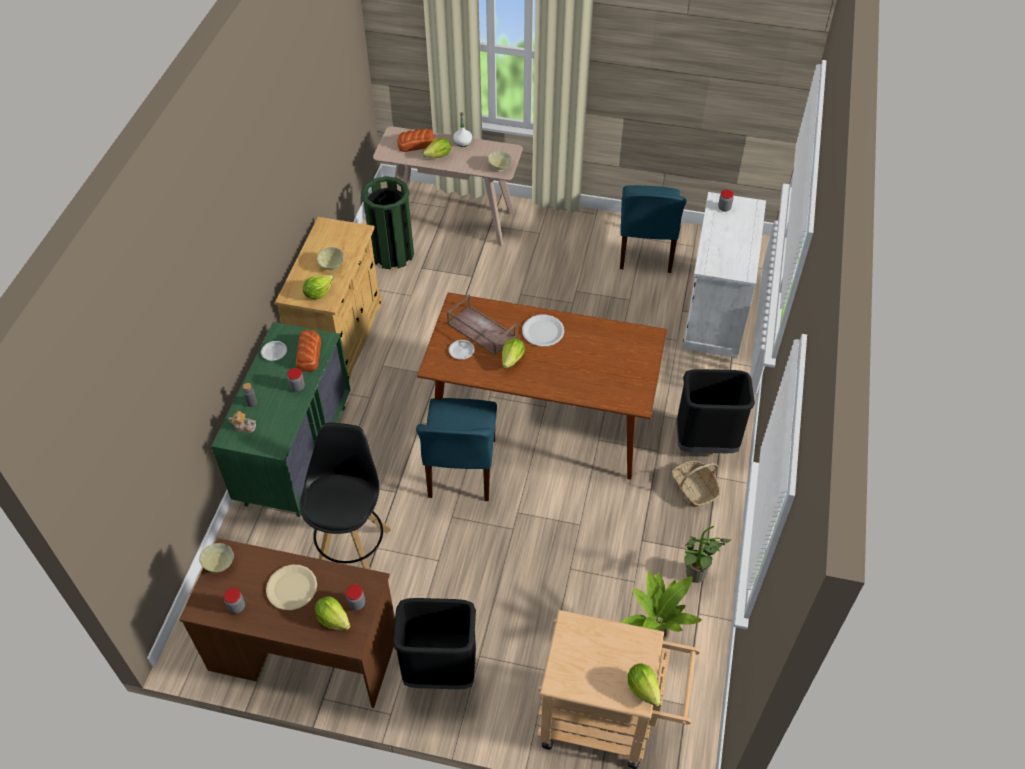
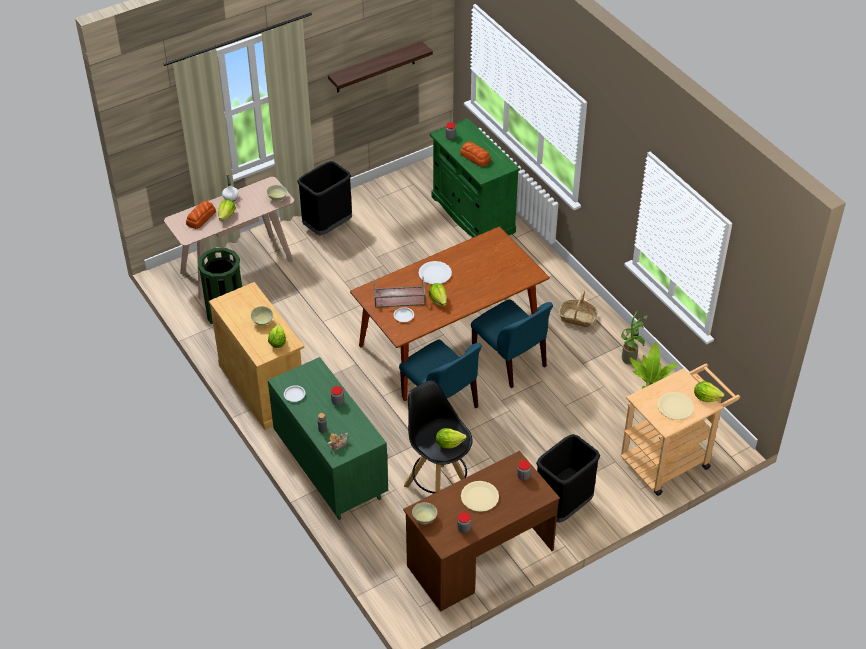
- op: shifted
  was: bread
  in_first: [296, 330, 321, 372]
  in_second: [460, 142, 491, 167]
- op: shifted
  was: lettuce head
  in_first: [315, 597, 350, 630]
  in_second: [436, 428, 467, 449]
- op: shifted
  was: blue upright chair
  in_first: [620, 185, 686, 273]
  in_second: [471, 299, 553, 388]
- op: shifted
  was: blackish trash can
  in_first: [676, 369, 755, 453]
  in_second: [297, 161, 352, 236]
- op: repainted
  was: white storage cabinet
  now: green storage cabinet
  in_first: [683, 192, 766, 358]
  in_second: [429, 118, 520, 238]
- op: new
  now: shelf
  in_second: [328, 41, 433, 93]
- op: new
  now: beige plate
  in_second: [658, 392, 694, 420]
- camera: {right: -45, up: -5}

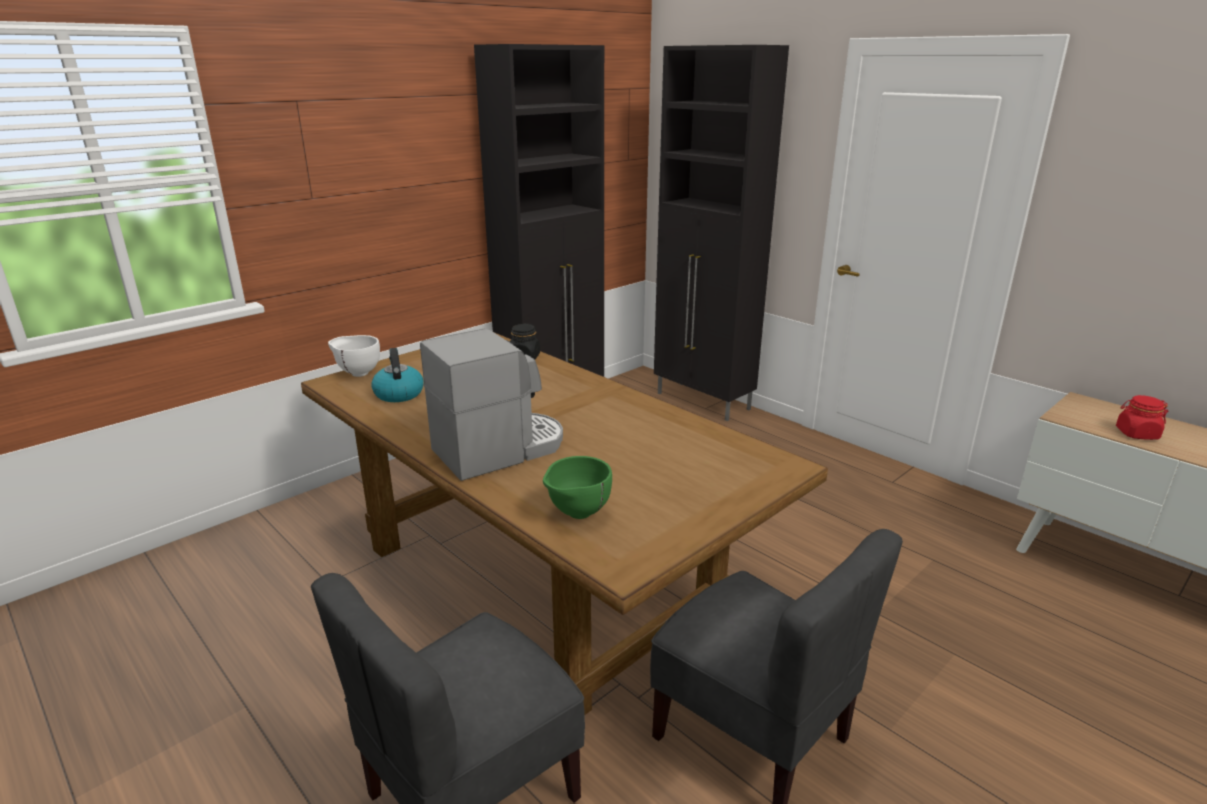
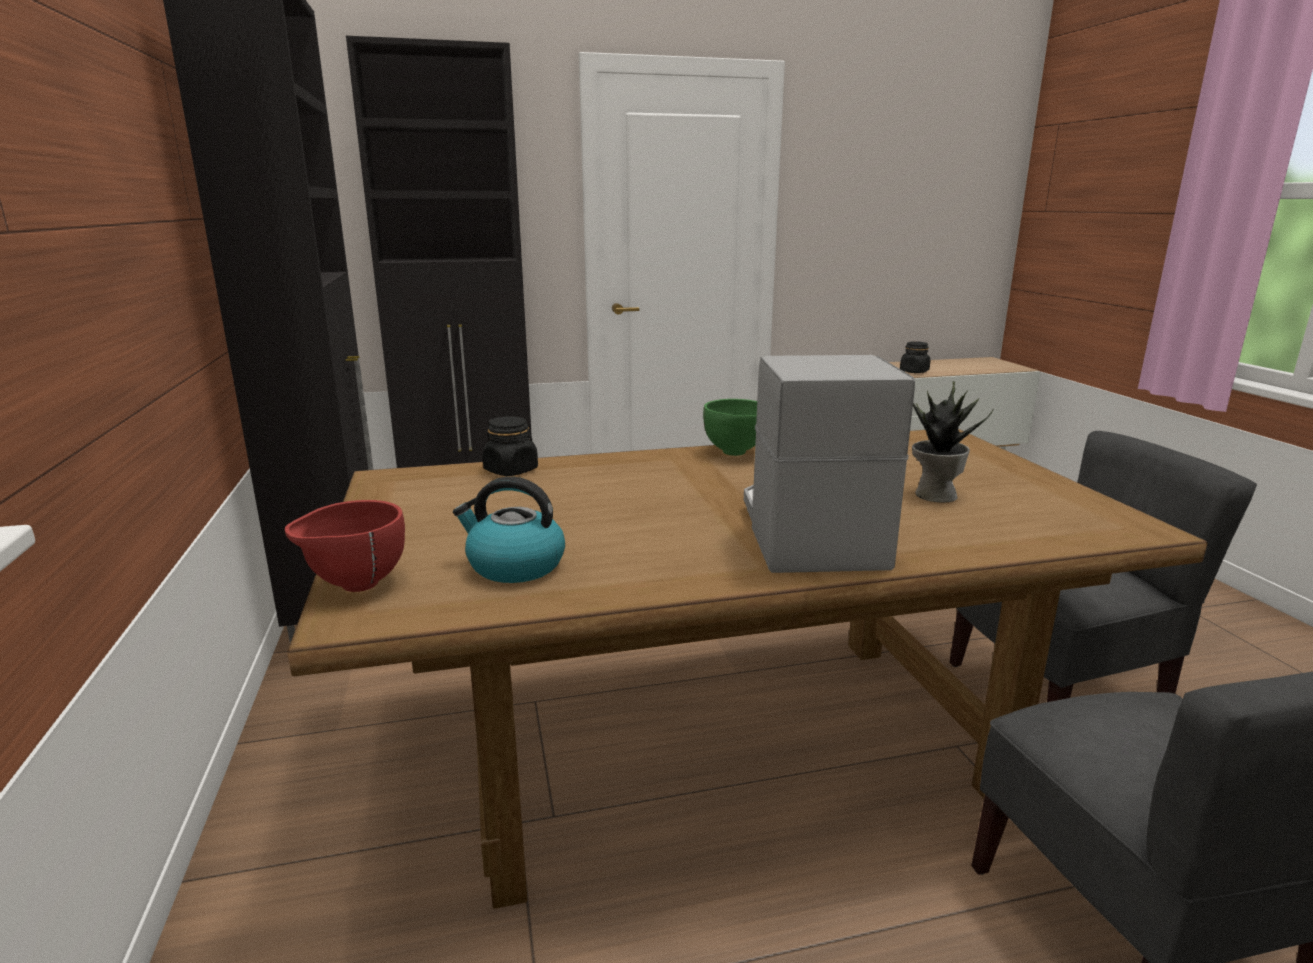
- op: repainted
  was: white bowl
  now: red-coloured bowl
  in_first: [328, 335, 380, 377]
  in_second: [285, 500, 405, 592]
- op: shifted
  was: green bowl
  in_first: [543, 456, 612, 519]
  in_second: [703, 399, 757, 456]
- op: repainted
  was: red-coloured preserve jar
  now: blackish preserve jar
  in_first: [1116, 395, 1168, 440]
  in_second: [900, 341, 931, 373]
- op: new
  now: potted plant
  in_second: [912, 381, 994, 503]
- camera: {right: -60, up: -5}

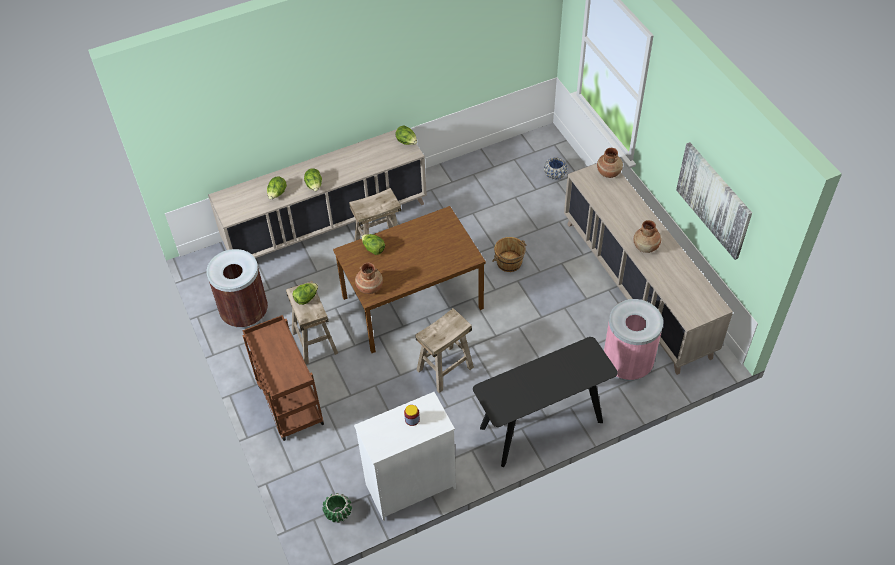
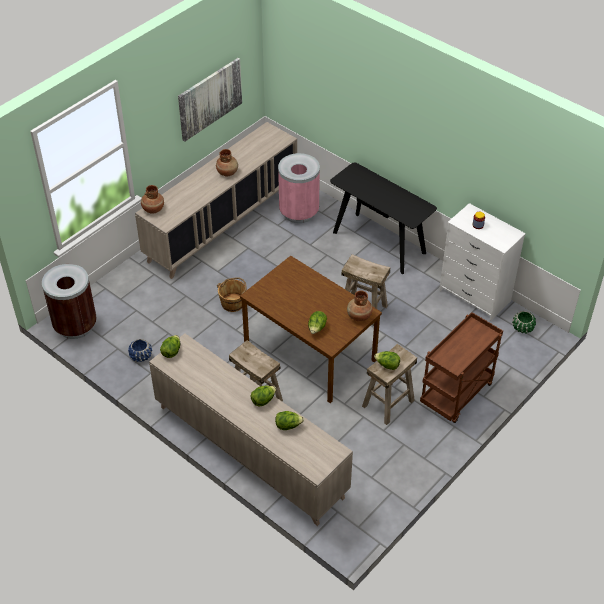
- op: shifted
  was: brown-coloured trash can
  in_first: [207, 249, 268, 329]
  in_second: [42, 264, 97, 339]
- op: shifted
  was: blue plant pot
  in_first: [544, 157, 567, 180]
  in_second: [128, 339, 152, 362]
- camera: {right: -115, up: -5}

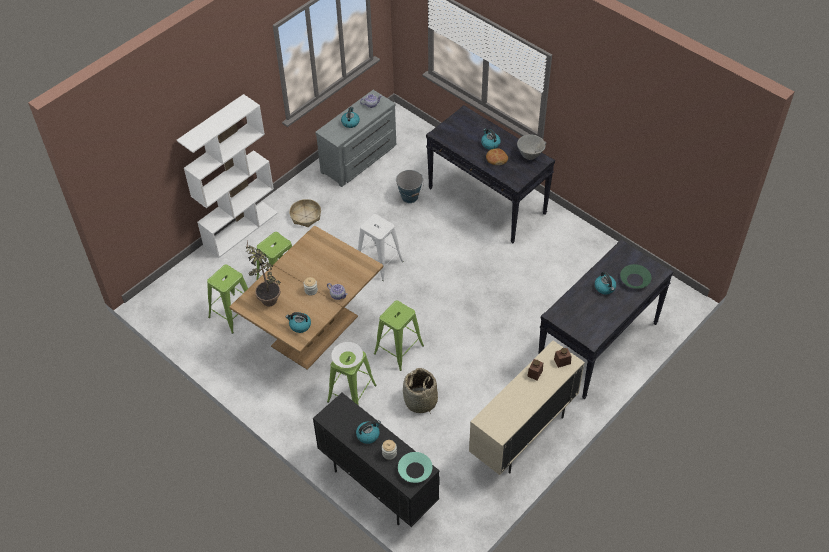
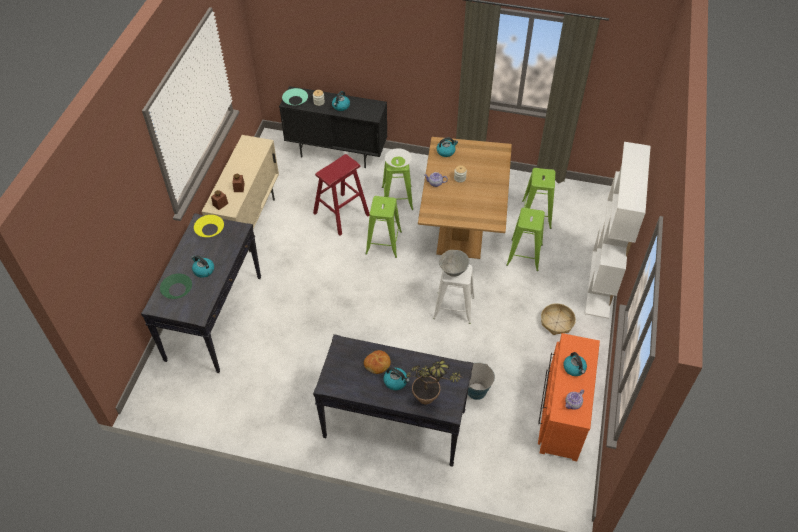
- op: shifted
  was: potted plant
  in_first: [246, 239, 281, 306]
  in_second: [406, 360, 461, 404]
- op: repainted
  was: grey chest of drawers
  now: orange chest of drawers
  in_first: [315, 90, 396, 187]
  in_second: [538, 333, 600, 461]
- op: swapped
  was: basket
  now: red-coloured sitting stool
  in_first: [403, 368, 438, 414]
  in_second: [313, 154, 370, 236]
- op: shifted
  was: grey bowl
  in_first: [517, 135, 546, 160]
  in_second: [439, 250, 470, 277]
- op: new
  now: yellow-coloured bowl
  in_second: [194, 215, 224, 237]
- camera: {right: 150, up: 0}

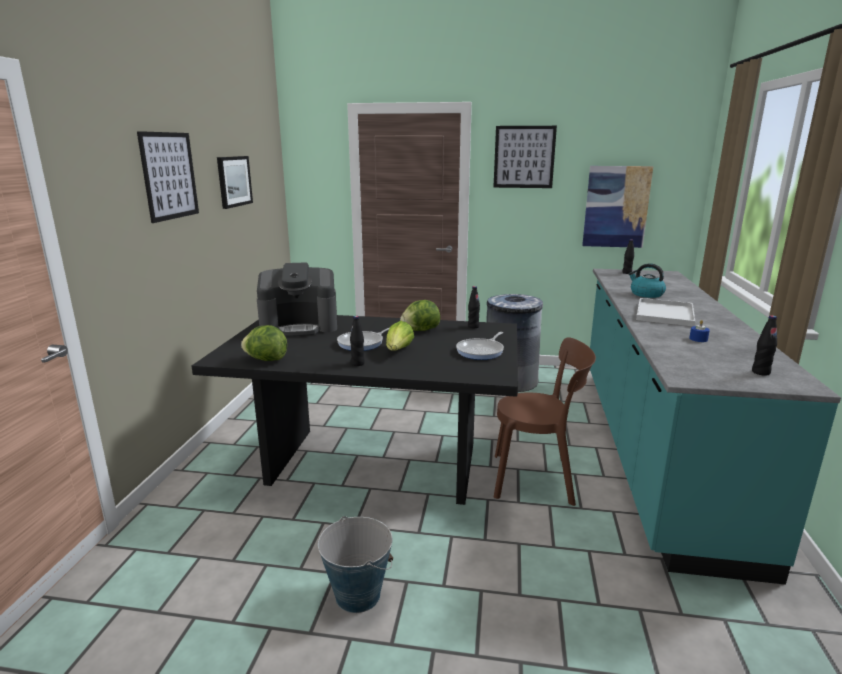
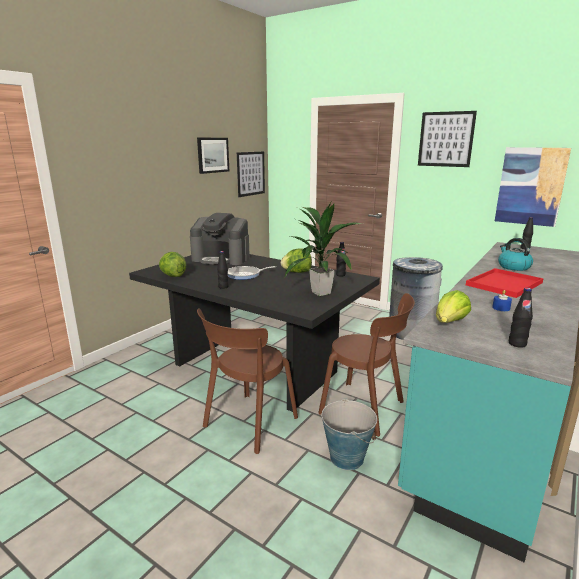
- op: shifted
  was: wall art
  in_first: [137, 131, 199, 223]
  in_second: [237, 152, 265, 197]
- op: shifted
  was: bucket
  in_first: [318, 516, 393, 613]
  in_second: [322, 398, 377, 470]
- op: shifted
  was: lettuce head
  in_first: [386, 321, 414, 351]
  in_second: [436, 290, 471, 323]
- op: swapped
  was: frying pan
  now: potted plant
  in_first: [456, 332, 504, 360]
  in_second: [284, 202, 364, 296]
- op: repainted
  was: white serving tray
  now: red-coloured serving tray
  in_first: [636, 298, 695, 326]
  in_second: [466, 268, 544, 298]
- op: new
  now: brown-coloured upright chair
  in_second: [197, 308, 298, 454]
- camera: {right: 25, up: 0}

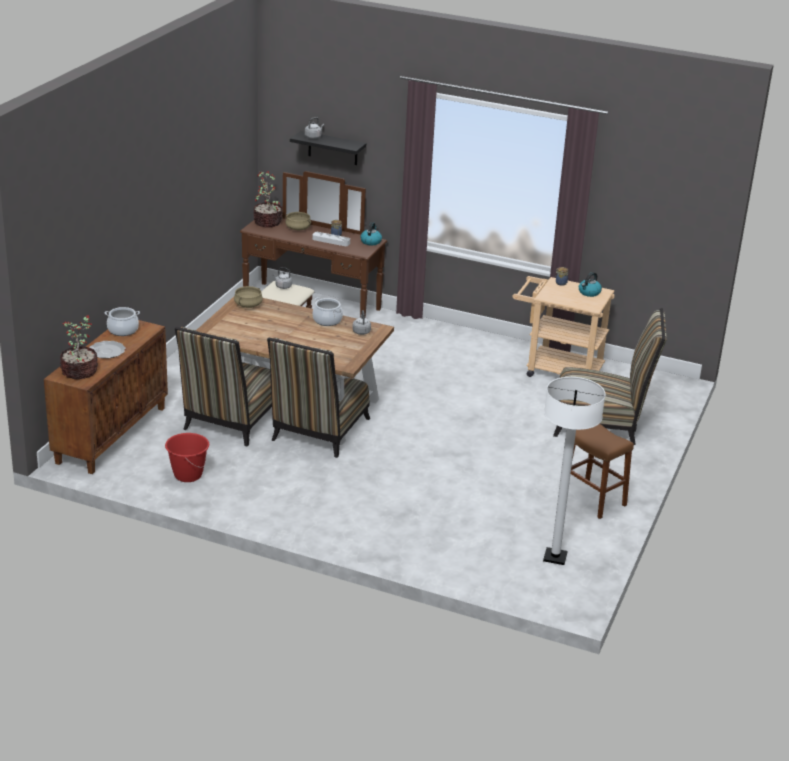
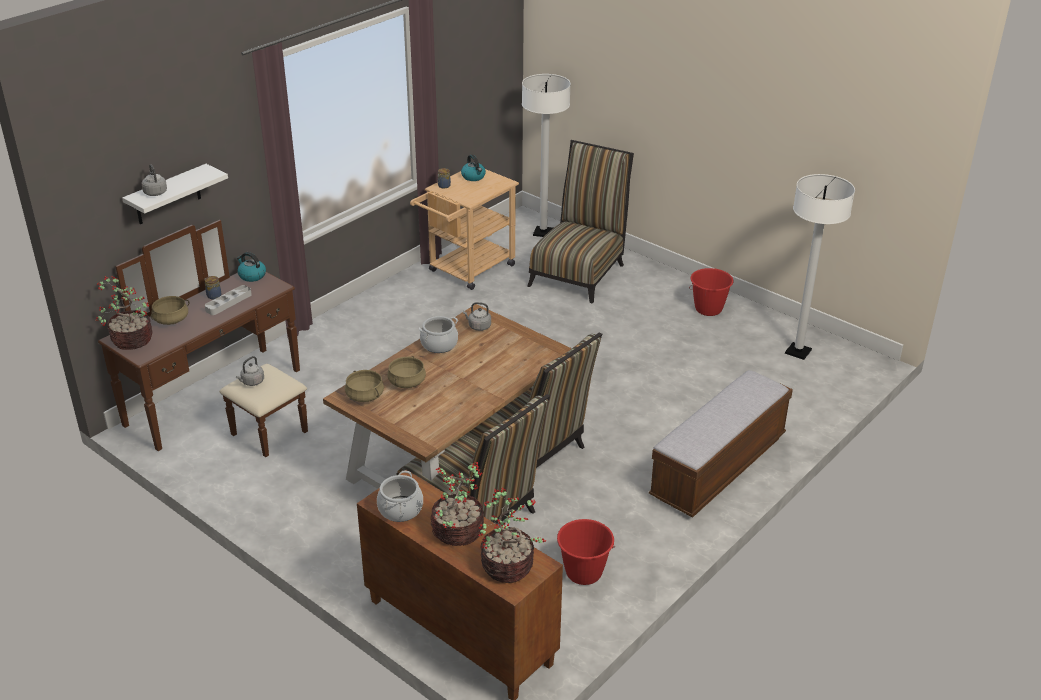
- op: swapped
  was: plate
  now: potted plant
  in_first: [89, 341, 126, 359]
  in_second: [431, 462, 484, 546]
- op: repainted
  was: blackish shelf
  now: white shelf
  in_first: [290, 131, 366, 165]
  in_second: [122, 164, 228, 224]
- op: swapped
  was: brown-coloured sitting stool
  now: red-coloured bucket
  in_first: [571, 424, 634, 519]
  in_second: [689, 268, 734, 316]
- op: new
  now: beige cooking pot
  in_second: [387, 356, 426, 388]
- op: new
  now: white standing lamp
  in_second: [522, 74, 571, 237]
- op: new
  now: bench
  in_second: [649, 370, 793, 518]
- camera: {right: -70, up: 5}

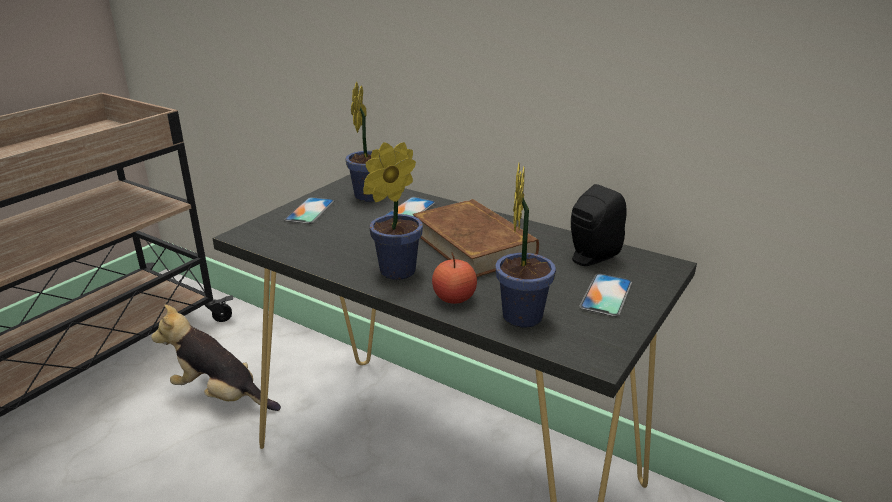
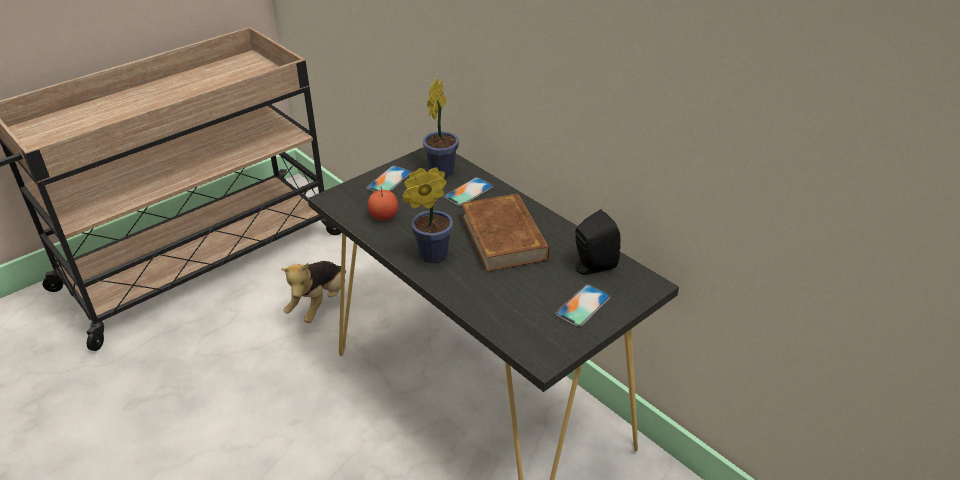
- op: rotated
  was: plush toy
  in_first: [151, 304, 281, 411]
  in_second: [281, 261, 346, 323]
  clockwise: -105
- op: shifted
  was: apple
  in_first: [432, 252, 477, 304]
  in_second: [368, 187, 398, 221]
- op: gone
  was: potted plant
  in_first: [495, 163, 556, 327]
- camera: {right: 15, up: 10}

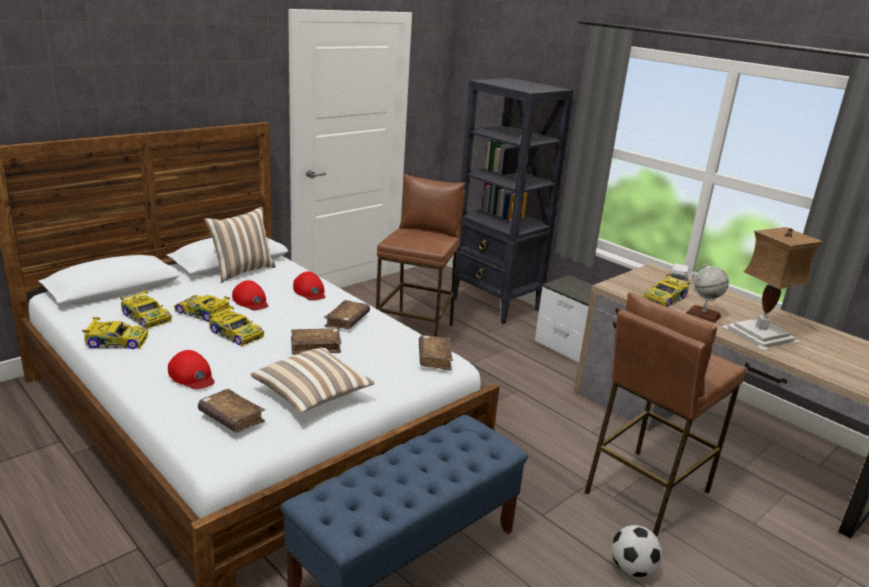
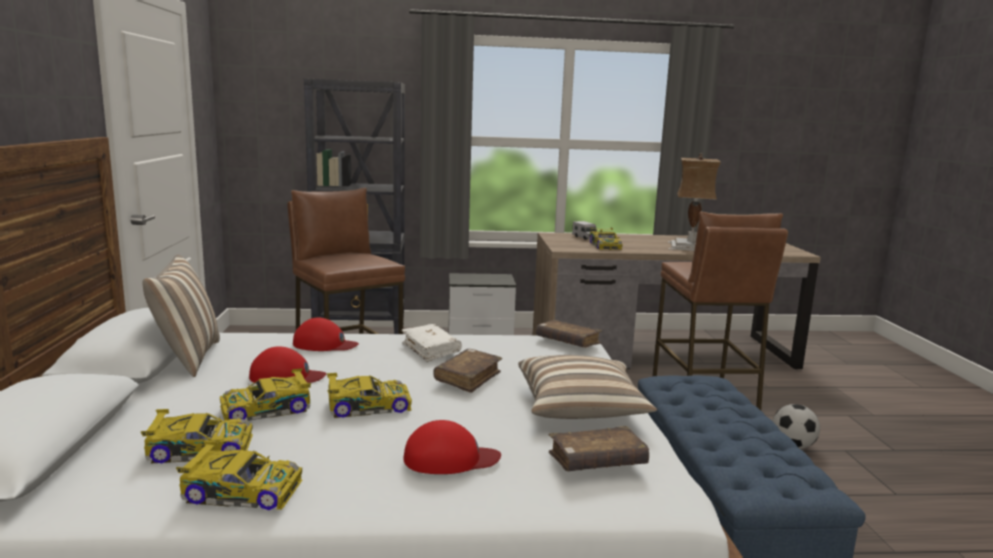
- op: rotated
  was: model car
  in_first: [82, 317, 149, 349]
  in_second: [176, 441, 302, 510]
  clockwise: 60
- op: repainted
  was: brown-coloured bound book
  now: white bound book
  in_first: [324, 300, 370, 329]
  in_second: [402, 324, 462, 362]
- op: gone
  was: world globe
  in_first: [686, 264, 729, 323]
- camera: {right: -50, up: -10}

